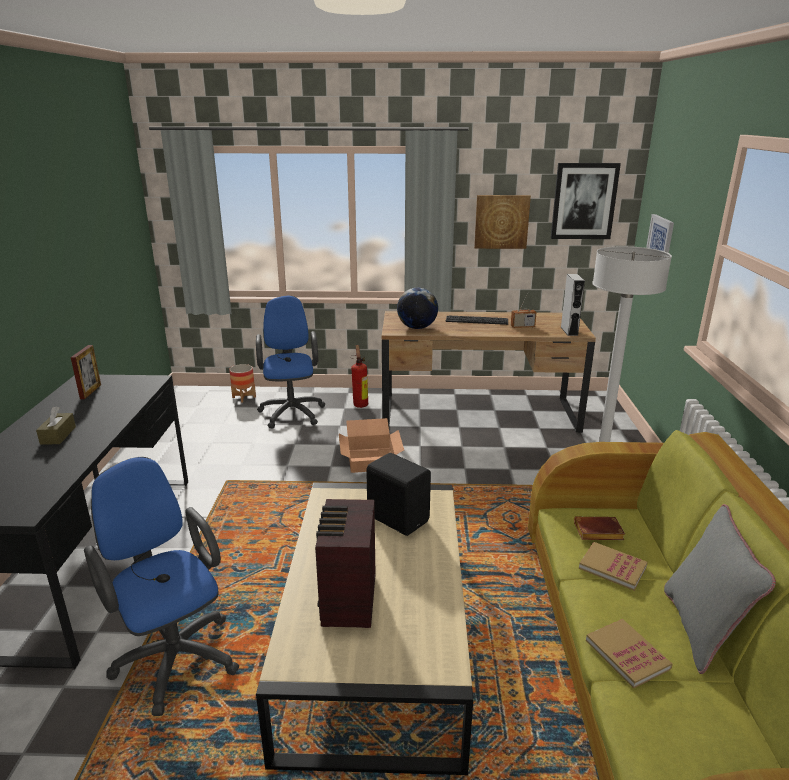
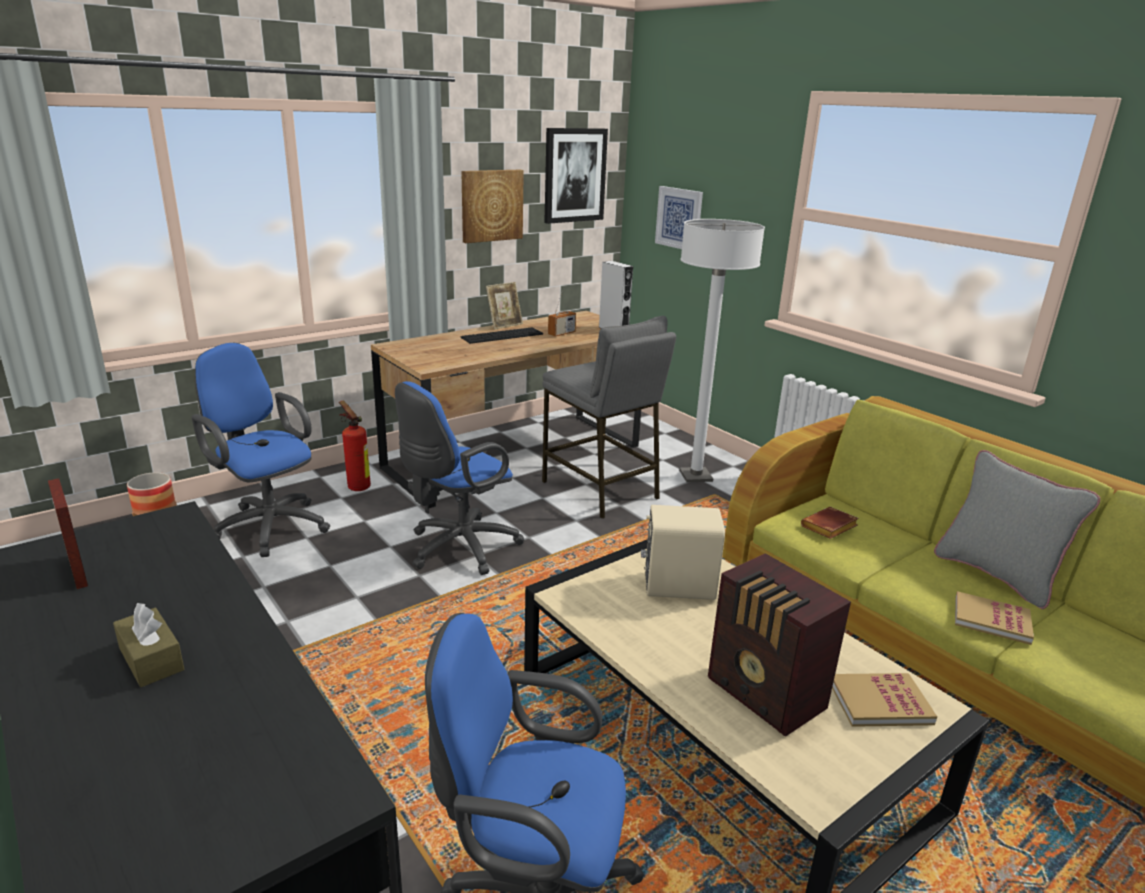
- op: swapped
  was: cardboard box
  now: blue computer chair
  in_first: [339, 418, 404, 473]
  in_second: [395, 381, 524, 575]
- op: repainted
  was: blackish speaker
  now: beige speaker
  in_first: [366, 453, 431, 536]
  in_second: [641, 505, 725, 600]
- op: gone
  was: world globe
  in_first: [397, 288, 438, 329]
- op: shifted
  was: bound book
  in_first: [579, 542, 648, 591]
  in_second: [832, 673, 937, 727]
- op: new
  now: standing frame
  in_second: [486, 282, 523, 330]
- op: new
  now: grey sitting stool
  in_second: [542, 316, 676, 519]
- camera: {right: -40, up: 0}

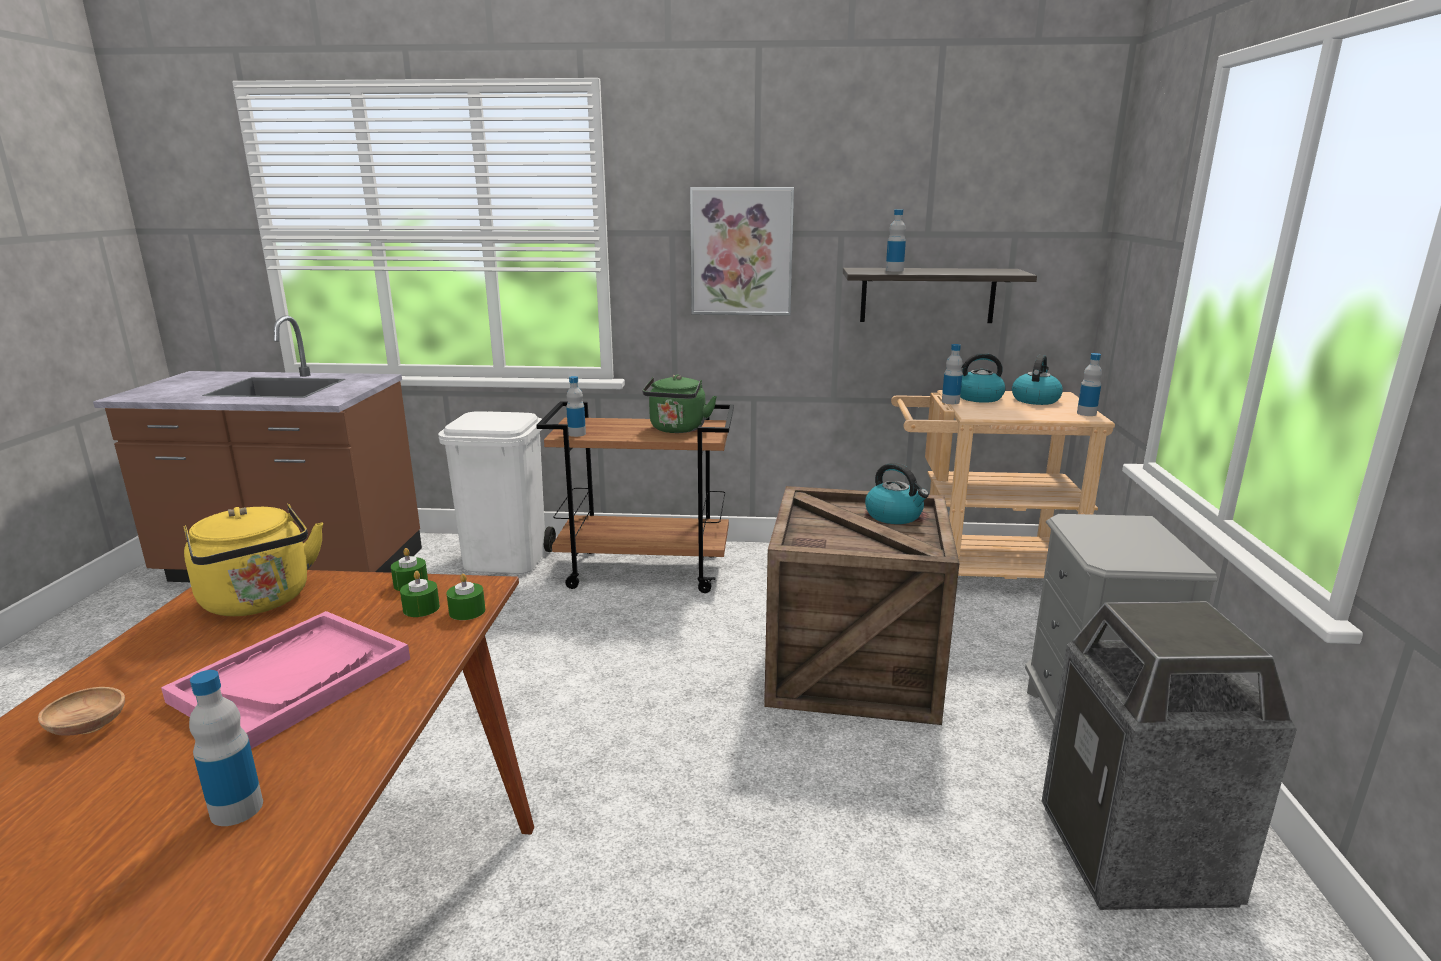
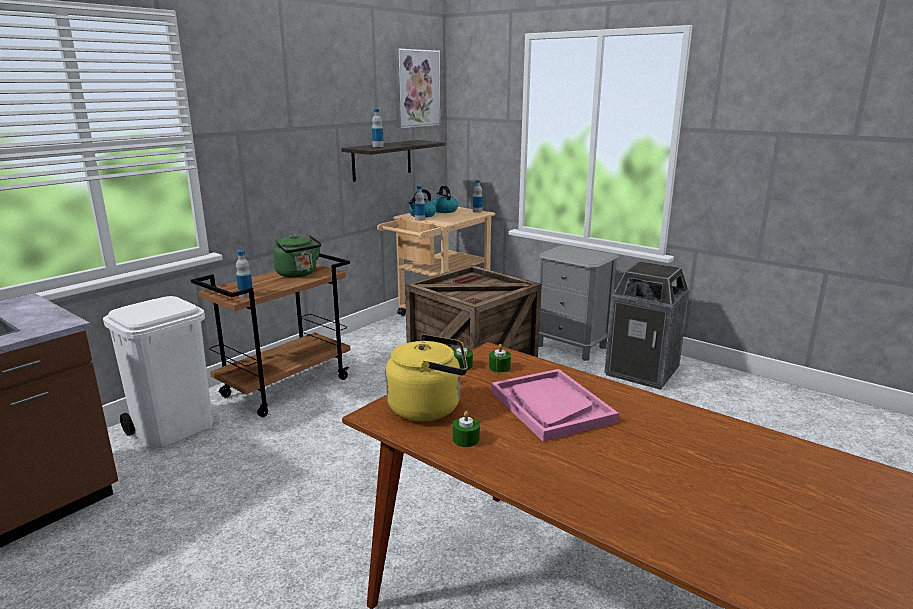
- op: gone
  was: brown-coloured bowl
  in_first: [38, 687, 125, 736]
- op: gone
  was: bottle
  in_first: [189, 670, 263, 826]
- op: shifted
  was: green wax light
  in_first: [446, 573, 485, 620]
  in_second: [453, 411, 480, 447]
- op: shifted
  was: wall art
  in_first: [690, 187, 794, 316]
  in_second: [395, 48, 440, 128]
- op: gone
  was: tea kettle
  in_first: [865, 463, 929, 524]
- camera: {right: -55, up: 0}

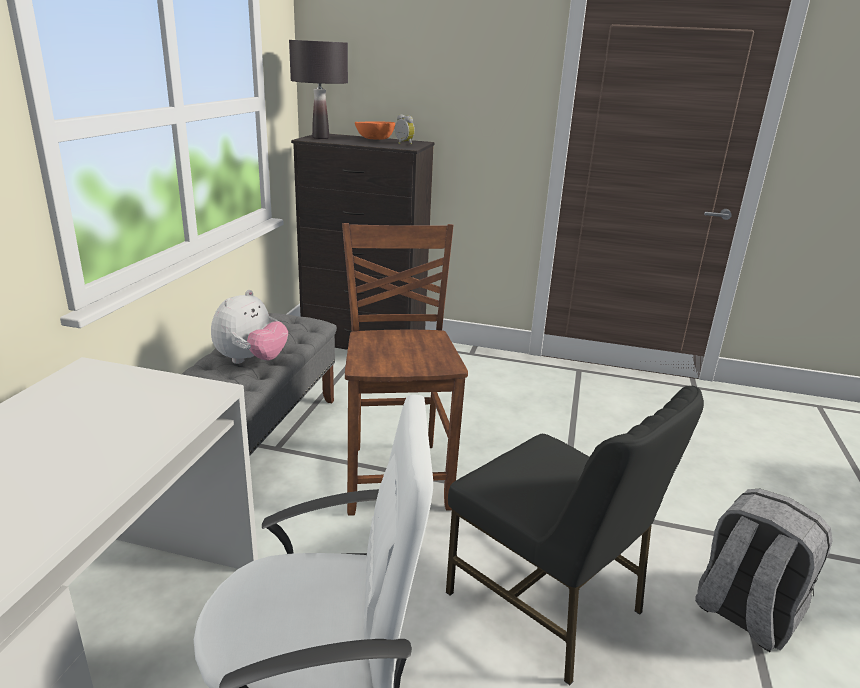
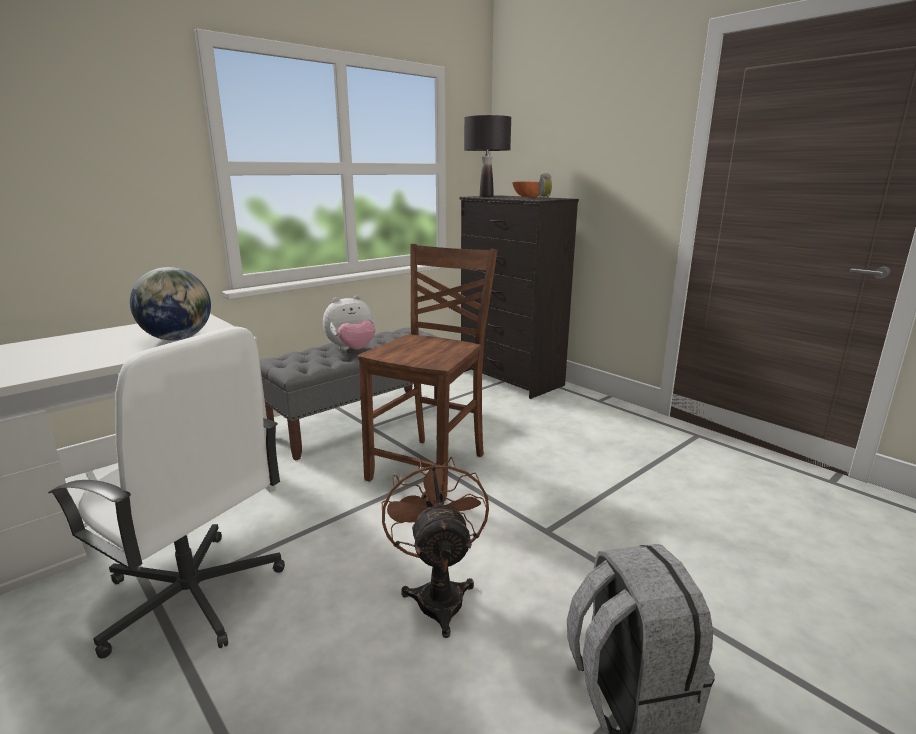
- op: swapped
  was: blackish upright chair
  now: brown-coloured electric fan
  in_first: [446, 386, 704, 685]
  in_second: [382, 457, 489, 638]
- op: new
  now: world globe
  in_second: [130, 267, 211, 341]
- camera: {right: 35, up: -5}

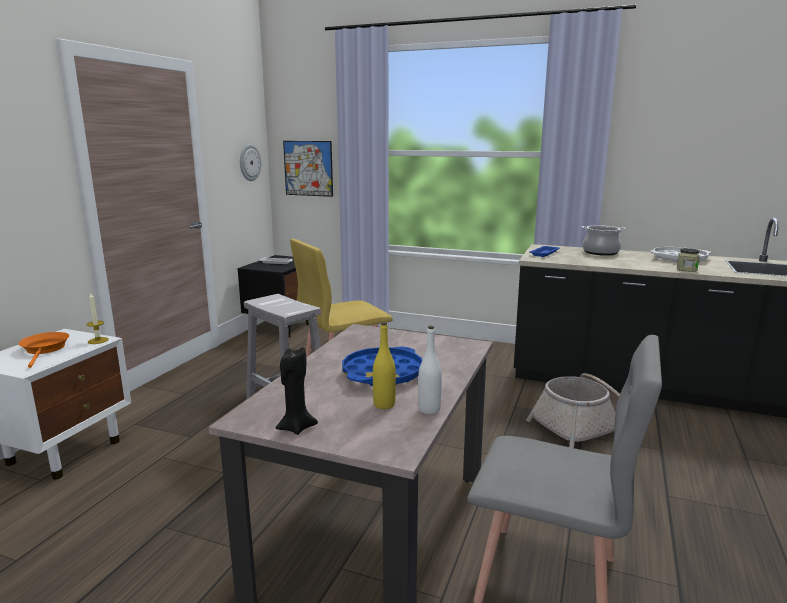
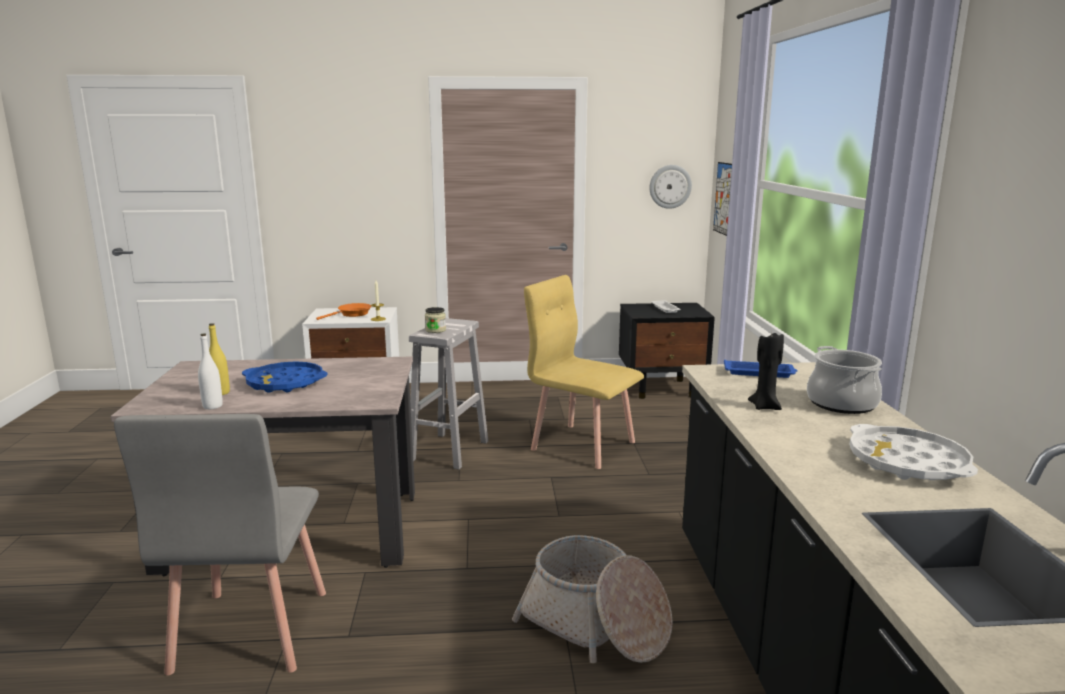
- op: shifted
  was: blackish wax light
  in_first: [276, 347, 318, 435]
  in_second: [748, 333, 784, 410]
- op: shifted
  was: preserve jar
  in_first: [677, 248, 700, 272]
  in_second: [425, 307, 446, 333]
- camera: {right: 65, up: 0}

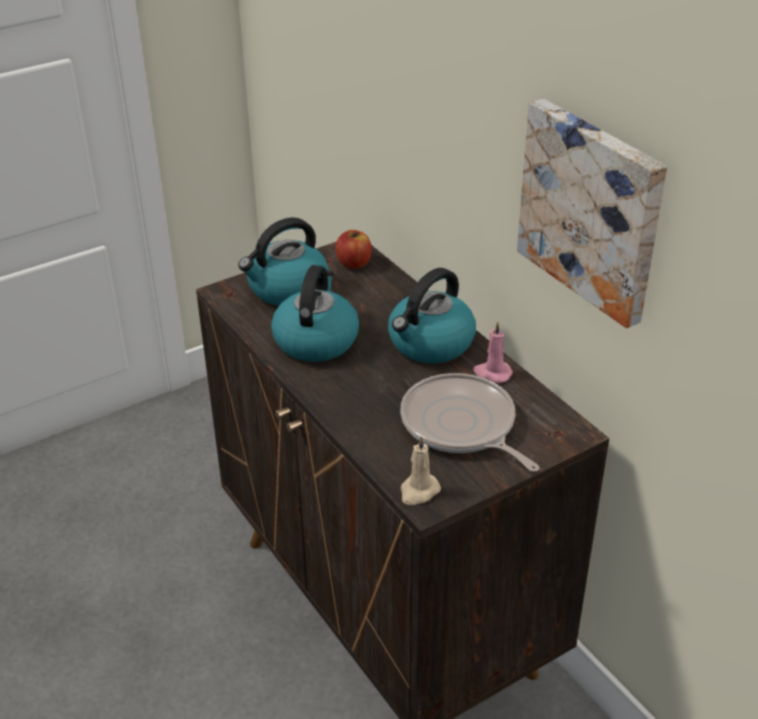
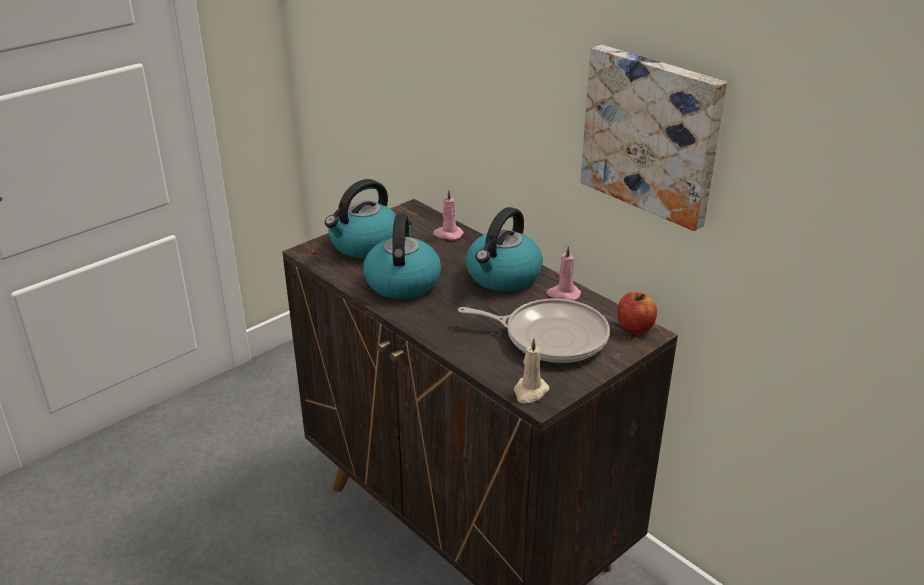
- op: shifted
  was: apple
  in_first: [336, 230, 372, 269]
  in_second: [618, 292, 657, 333]
- op: rotated
  was: frying pan
  in_first: [400, 373, 540, 472]
  in_second: [458, 298, 610, 363]
  clockwise: 150
- op: new
  now: pink wax light
  in_second: [433, 189, 464, 240]
- camera: {right: -10, up: -5}

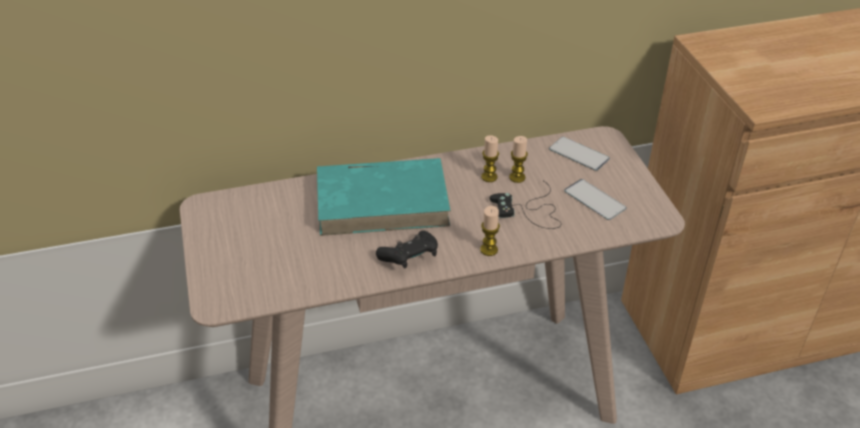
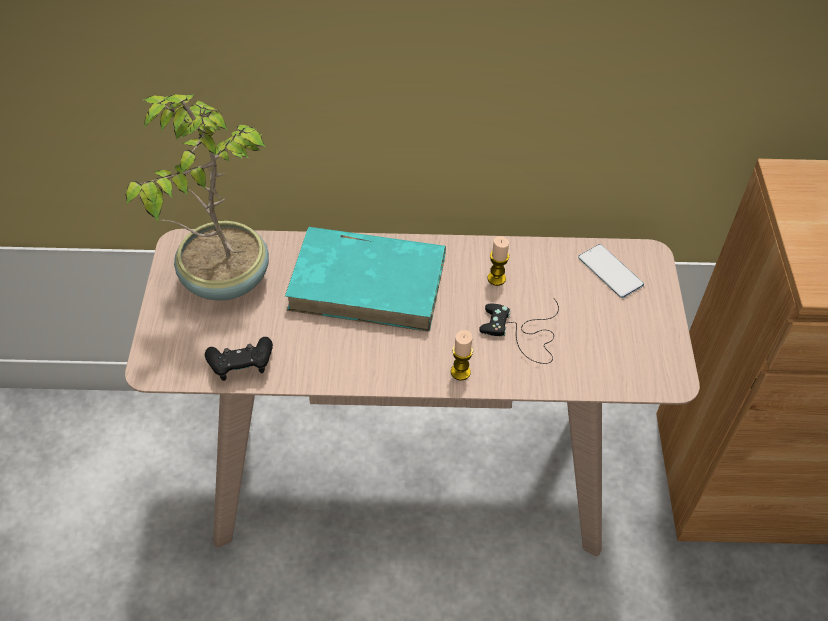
- op: shifted
  was: blackish game controller
  in_first: [376, 230, 438, 268]
  in_second: [205, 337, 273, 381]
- op: gone
  was: wax light
  in_first: [509, 136, 528, 183]
- op: gone
  was: phone
  in_first: [564, 179, 627, 220]
- op: new
  now: potted plant
  in_second: [126, 94, 269, 301]
- camera: {right: 15, up: 10}

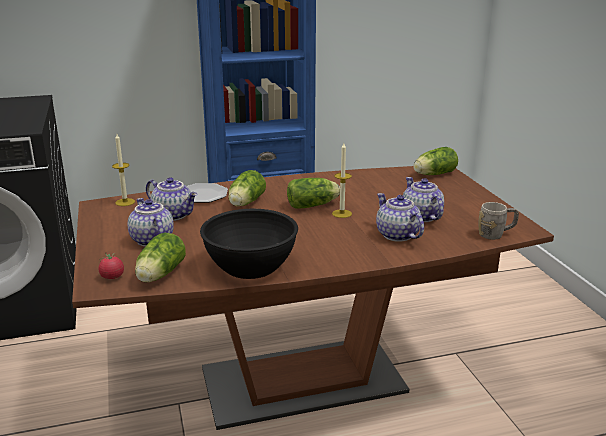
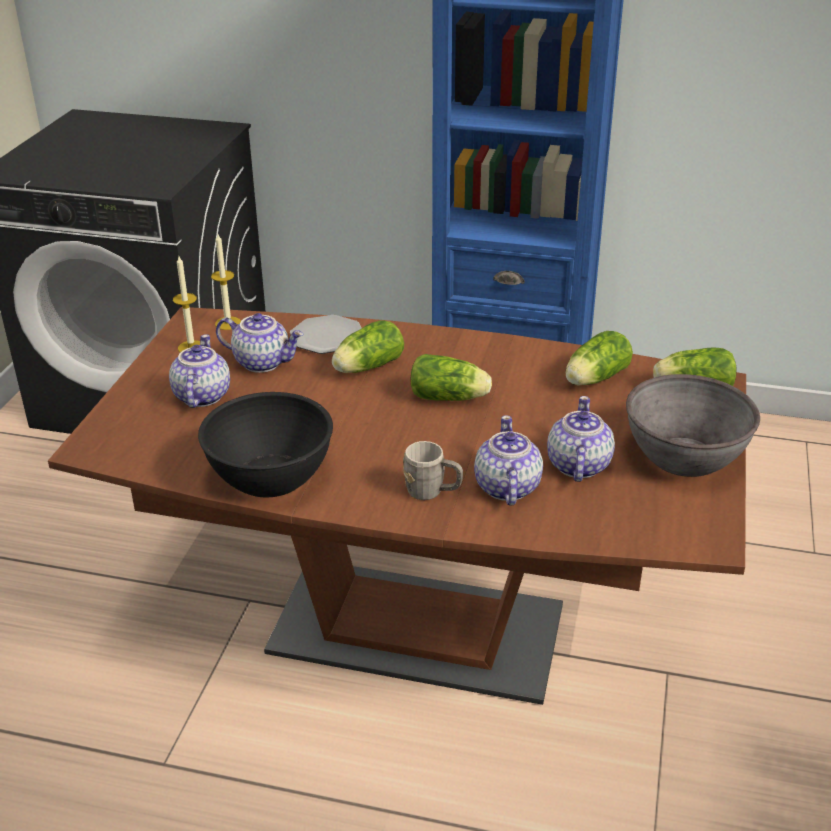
- op: gone
  was: whole tomato
  in_first: [99, 253, 124, 279]
- op: shifted
  was: lettuce head
  in_first: [135, 233, 186, 282]
  in_second: [565, 331, 633, 386]
- op: rotated
  was: tea pot
  in_first: [146, 177, 198, 221]
  in_second: [216, 313, 304, 373]
  clockwise: -45
- op: shifted
  was: wax light
  in_first: [332, 143, 352, 218]
  in_second: [173, 256, 200, 353]
- op: shifted
  was: grey tea mug
  in_first: [479, 202, 519, 240]
  in_second: [403, 441, 463, 500]
- op: new
  now: grey bowl
  in_second: [626, 374, 760, 477]
- camera: {right: 30, up: 10}

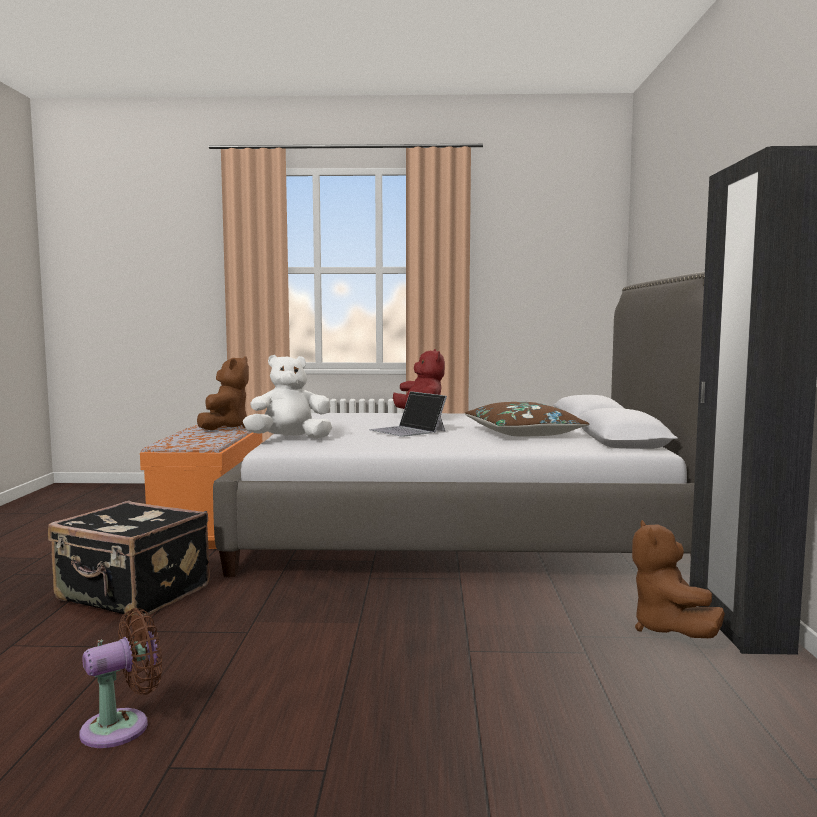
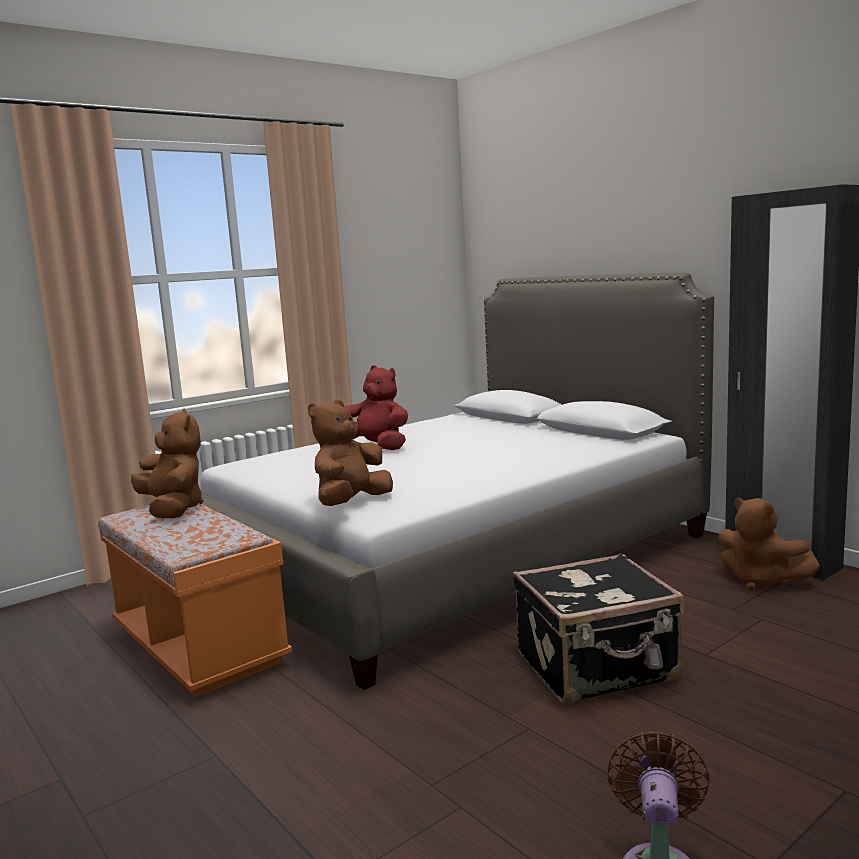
- op: shifted
  was: blackish piece of luggage
  in_first: [48, 501, 210, 616]
  in_second: [513, 553, 684, 703]
- op: repainted
  was: white plush toy
  now: brown-coloured plush toy
  in_first: [243, 355, 332, 439]
  in_second: [308, 400, 393, 506]
- op: gone
  was: notebook computer
  in_first: [369, 391, 447, 437]
- op: gone
  was: brown-coloured pillow
  in_first: [465, 402, 589, 437]
- camera: {right: -40, up: 5}

